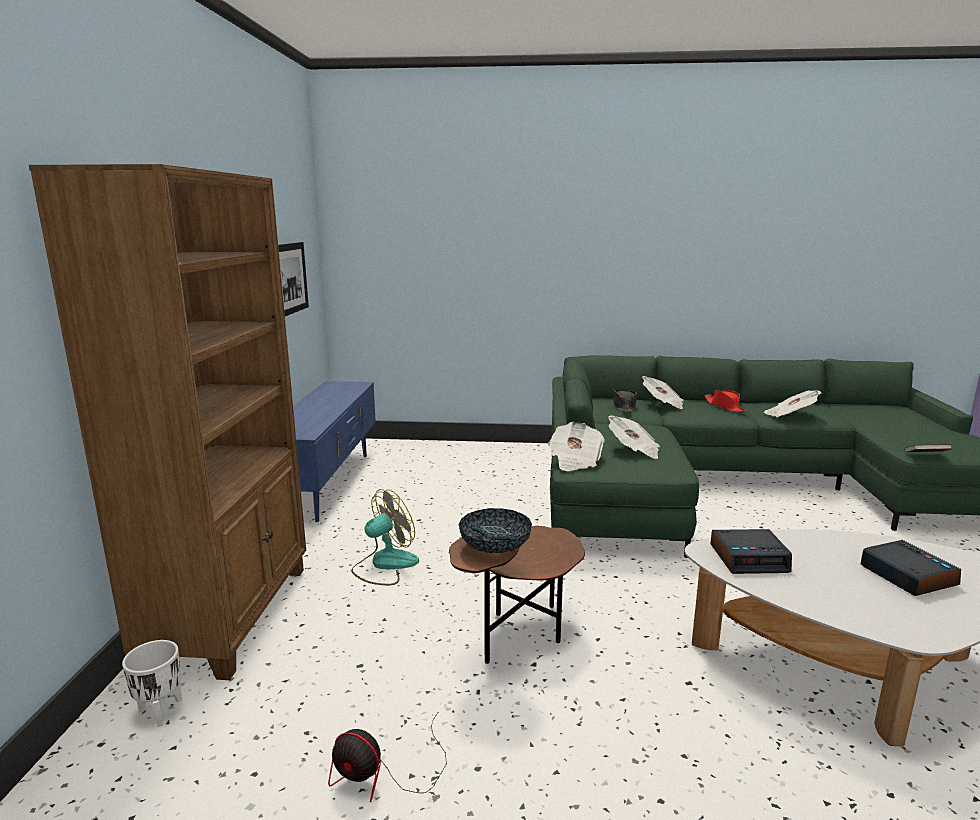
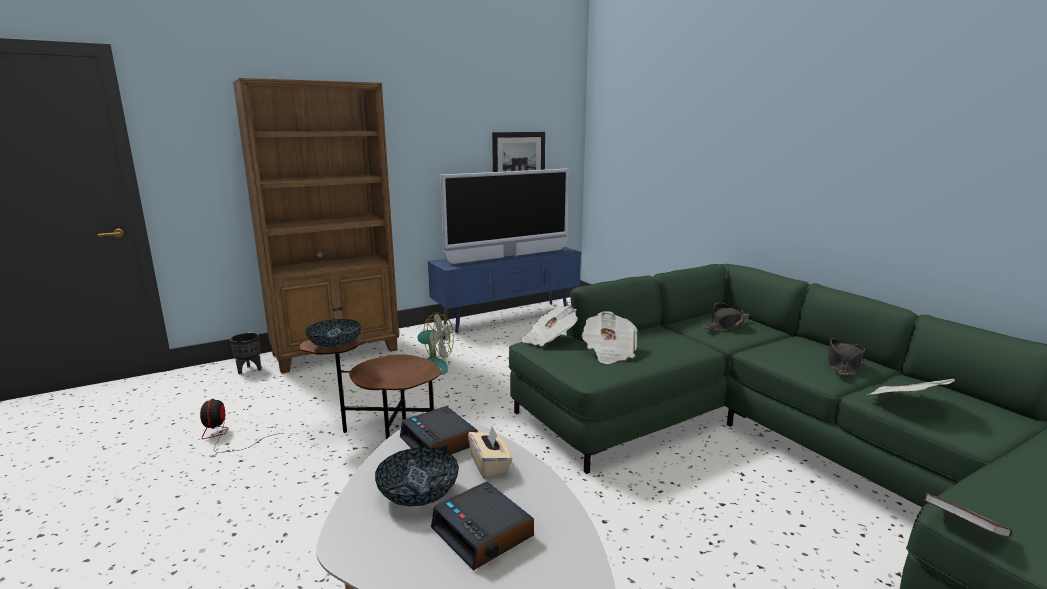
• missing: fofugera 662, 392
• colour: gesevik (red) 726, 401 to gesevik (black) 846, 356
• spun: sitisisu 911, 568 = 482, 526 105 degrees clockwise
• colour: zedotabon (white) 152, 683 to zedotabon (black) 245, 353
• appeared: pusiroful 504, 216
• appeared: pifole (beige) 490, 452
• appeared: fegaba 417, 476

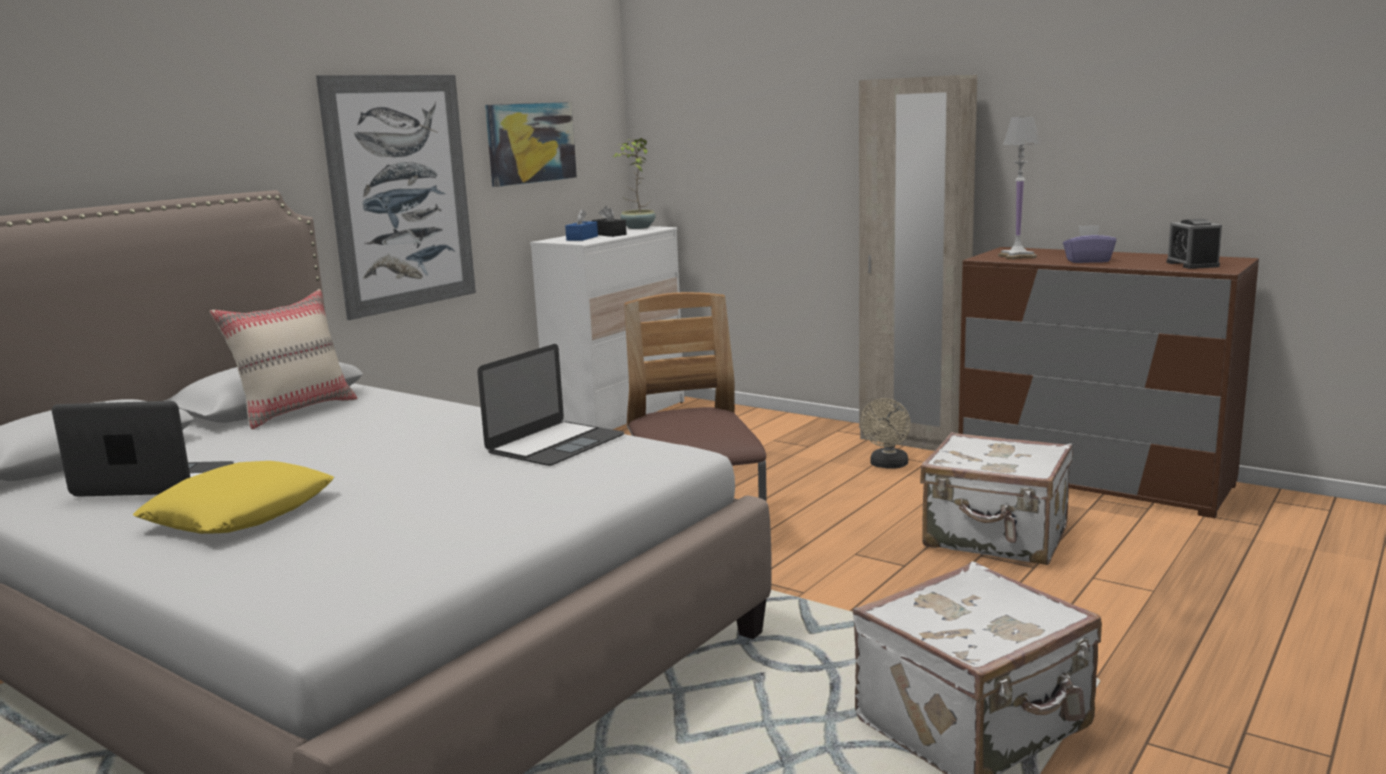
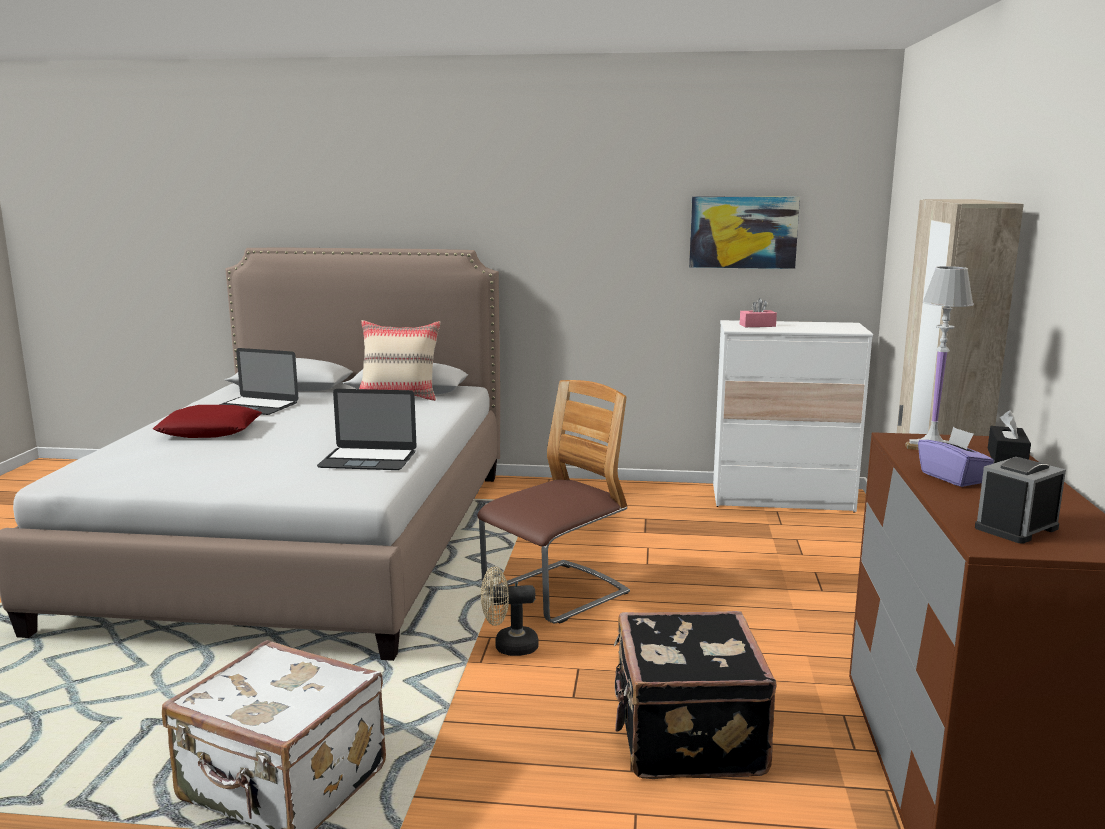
• missing: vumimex 396, 197
• missing: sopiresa 634, 183
• relocated: pifole (black) 609, 221 to 1009, 436
• colour: pifole (blue) 581, 225 to pifole (pink) 758, 312
• relocated: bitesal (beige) 885, 433 to 510, 611
• spun: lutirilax 143, 449 = 258, 381 135 degrees clockwise
• colour: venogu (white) 996, 498 to venogu (black) 695, 695
• colour: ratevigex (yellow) 233, 497 to ratevigex (red) 207, 421

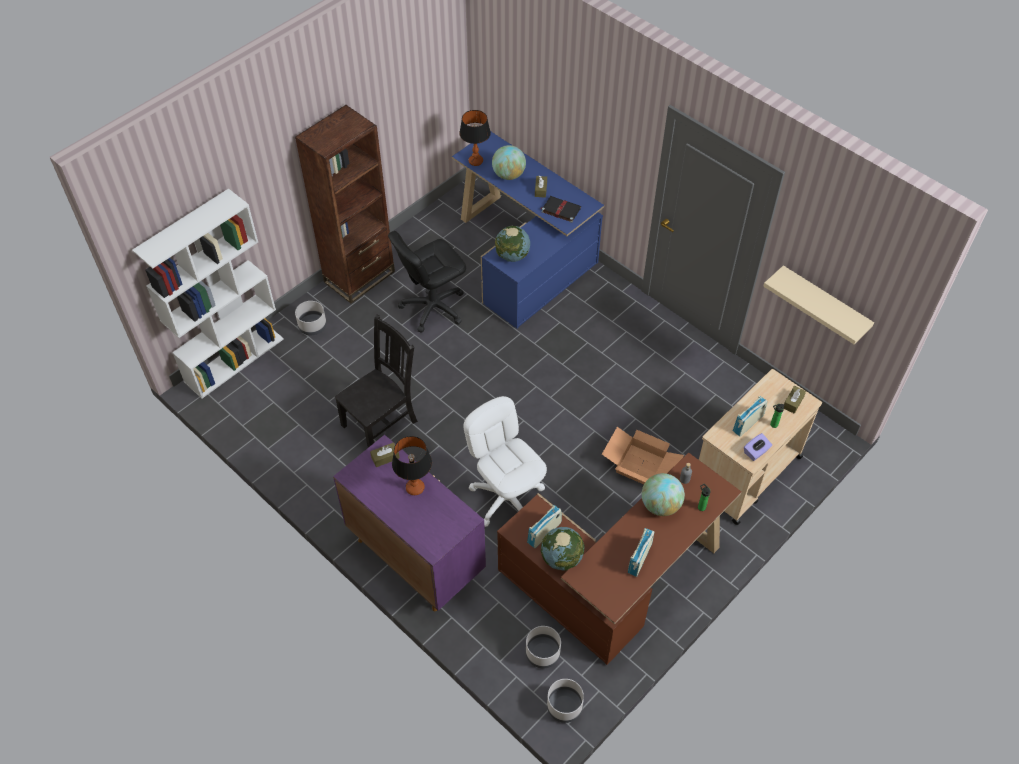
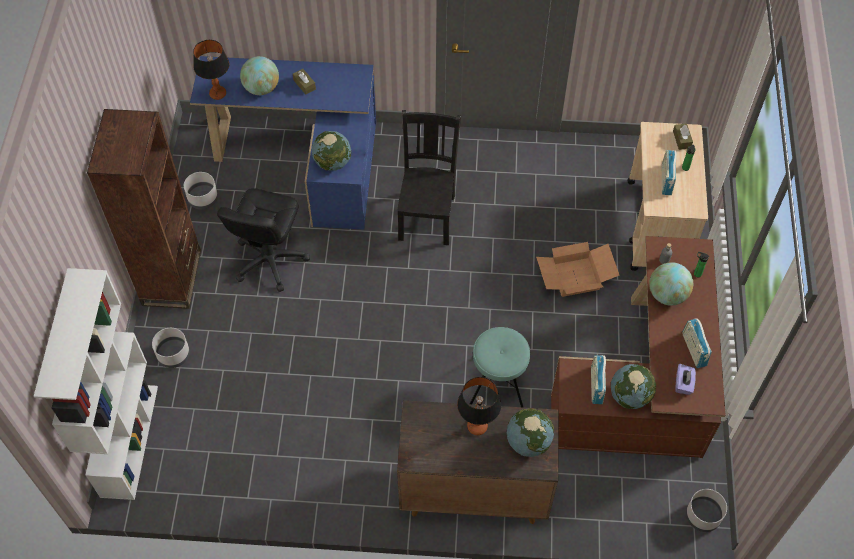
• missing: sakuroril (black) 560, 209
• missing: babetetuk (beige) 818, 305
• relocated: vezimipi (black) 376, 381 to 429, 177
• exchanged: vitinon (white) 505, 461 to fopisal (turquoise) 500, 367
• relocated: pifole (purple) 758, 447 to 686, 379
• colour: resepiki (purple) 409, 523 to resepiki (brown) 478, 462
• missing: pifole (brown) 385, 454
• relocated: zedotabon (grey) 543, 647 to 201, 190
• appeared: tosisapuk 530, 432

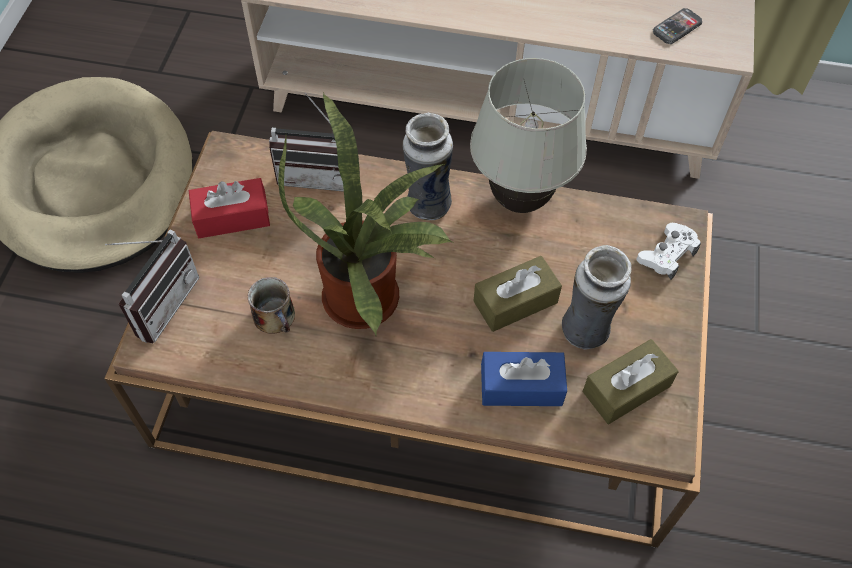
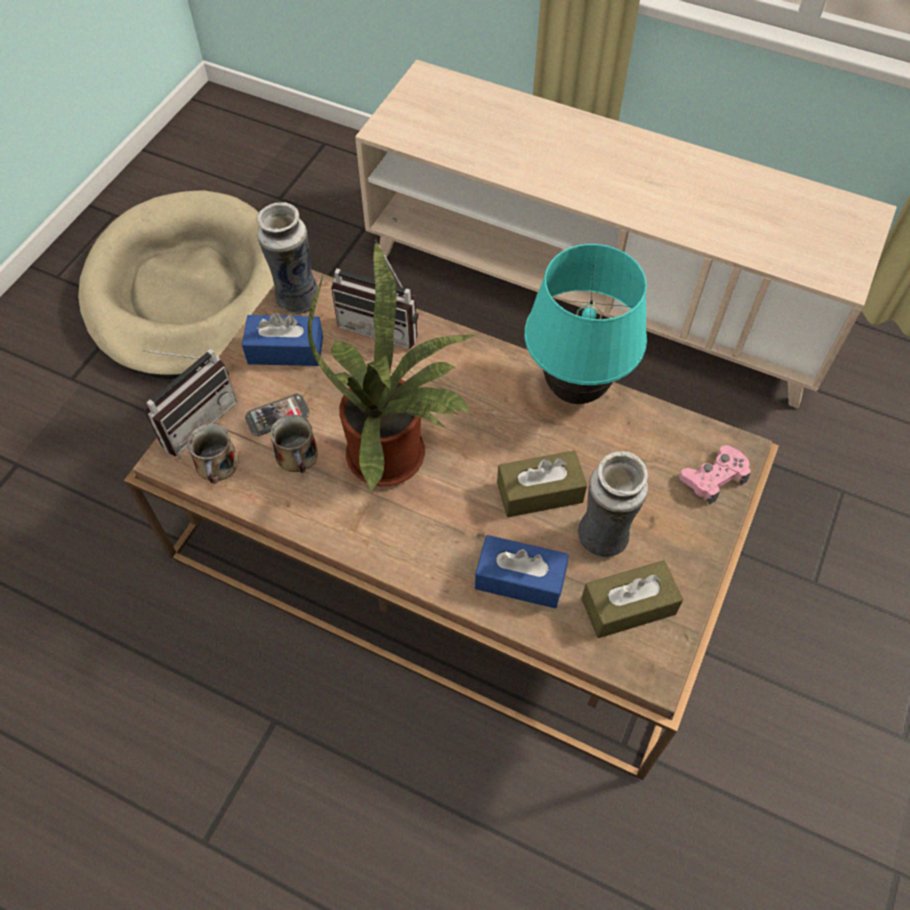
• relocated: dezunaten 677, 26 to 277, 415
• colour: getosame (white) 528, 135 to getosame (turquoise) 585, 324
• relocated: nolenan 427, 166 to 287, 258
• colour: pifole (red) 229, 208 to pifole (blue) 282, 339
• colour: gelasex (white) 669, 251 to gelasex (pink) 715, 475
• appeared: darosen 213, 454

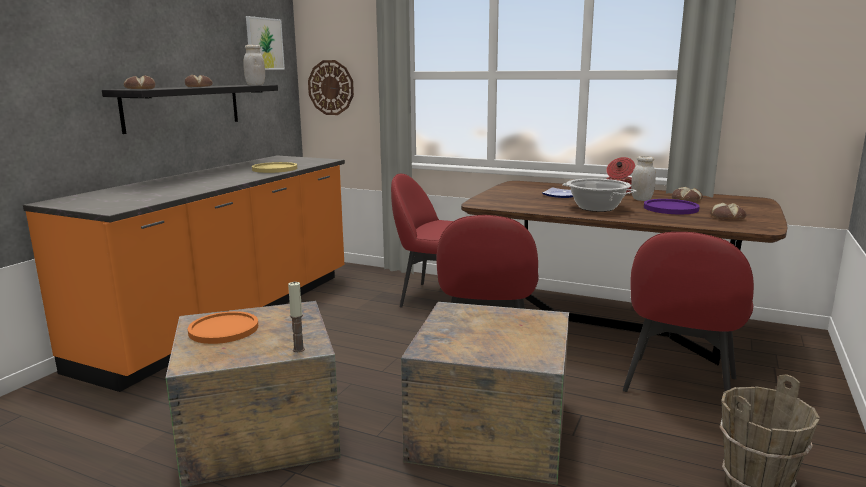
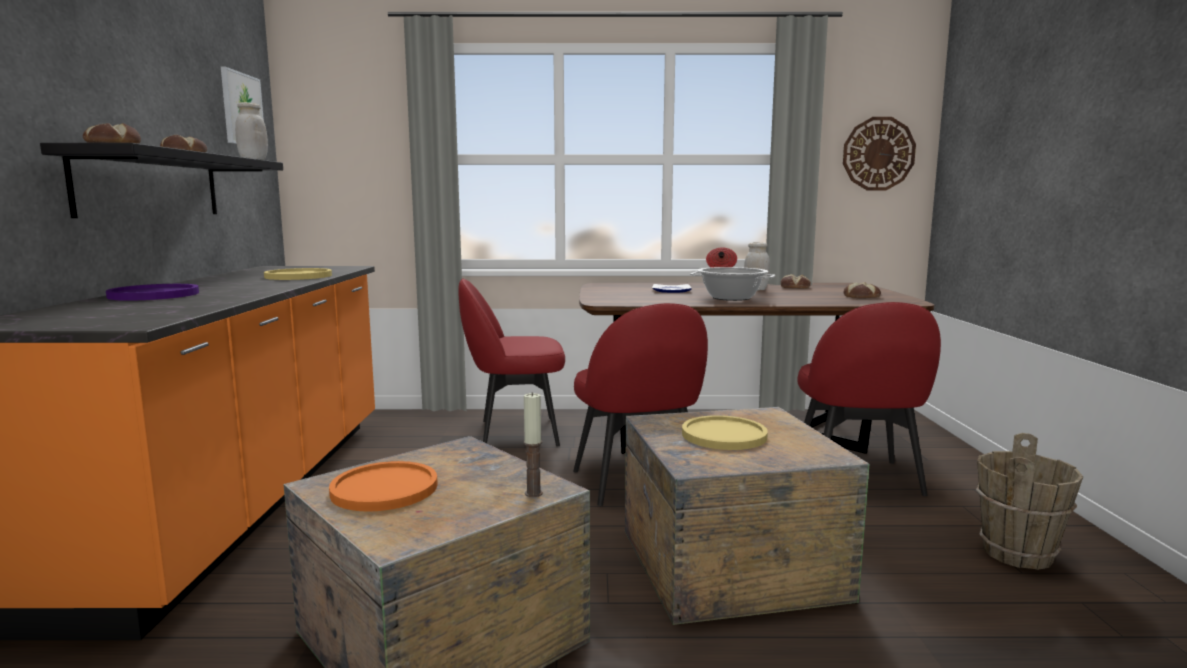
• relocated: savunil 331, 87 to 879, 154
• relocated: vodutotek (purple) 672, 206 to 152, 292
• appeared: vodutotek (yellow) 725, 432

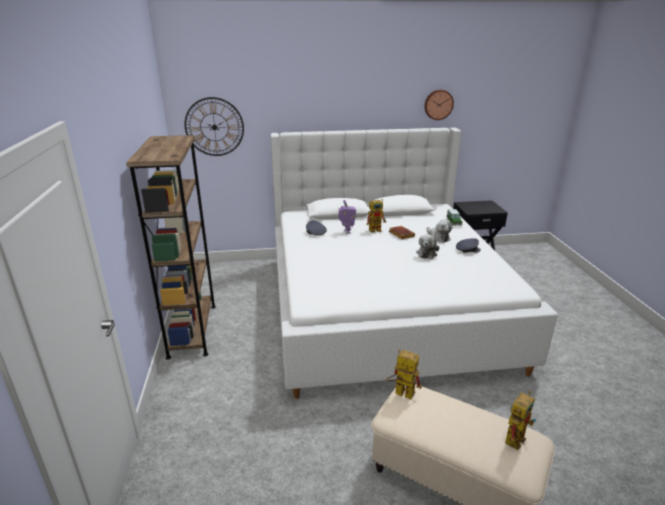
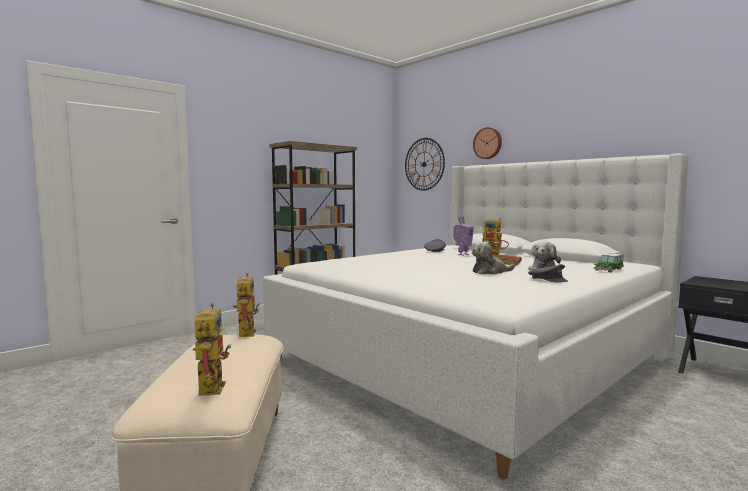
• relocated: savunil 439, 105 to 487, 143
• spun: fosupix 520, 420 = 212, 349 105 degrees counterclockwise

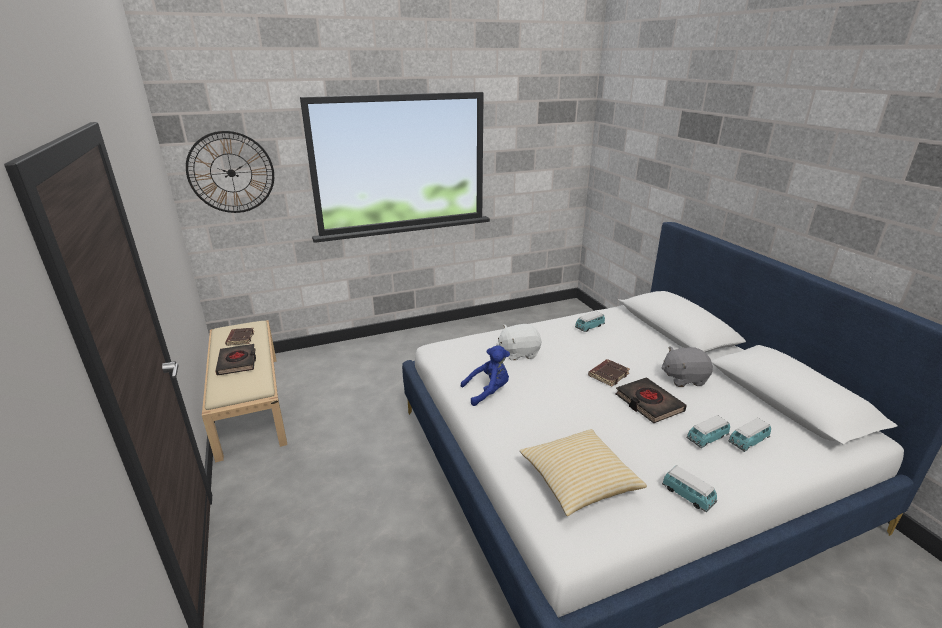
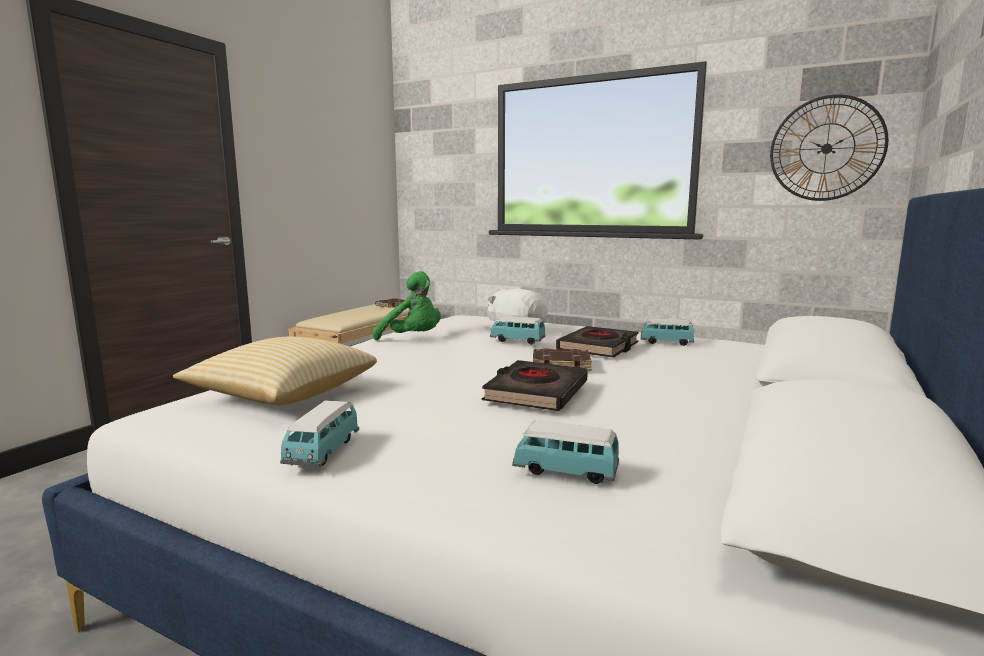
• relocated: savunil 230, 172 to 829, 147
• relocated: sakuroril (black) 235, 359 to 597, 342
• colour: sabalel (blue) 485, 375 to sabalel (green) 407, 305
• missing: sabalel (grey) 687, 366
• relocated: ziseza 708, 431 to 518, 330

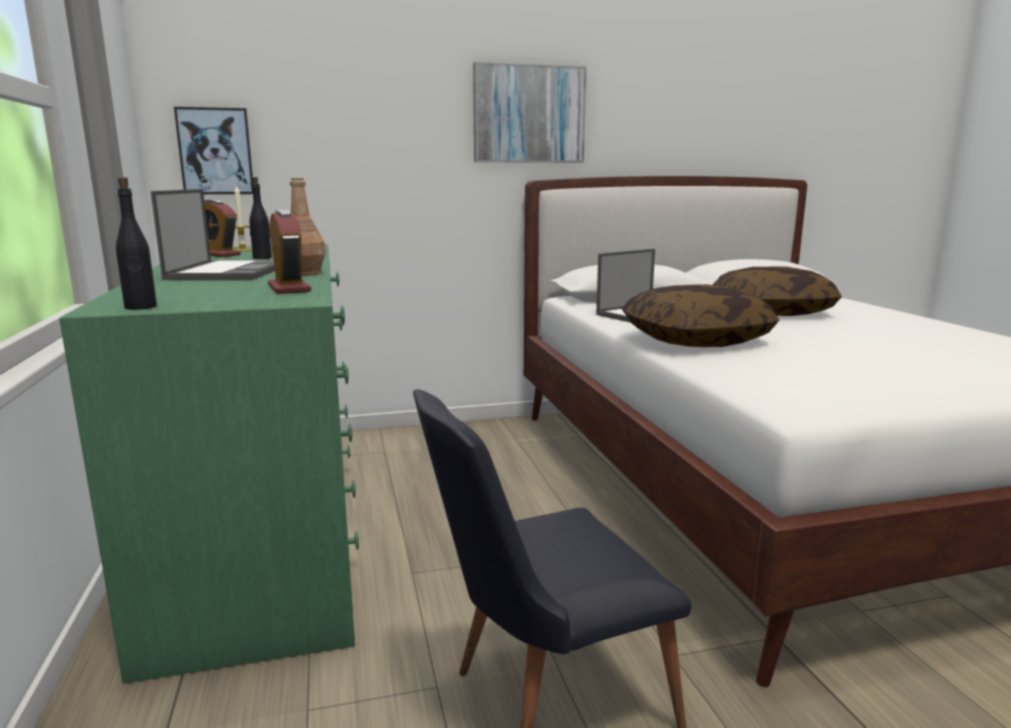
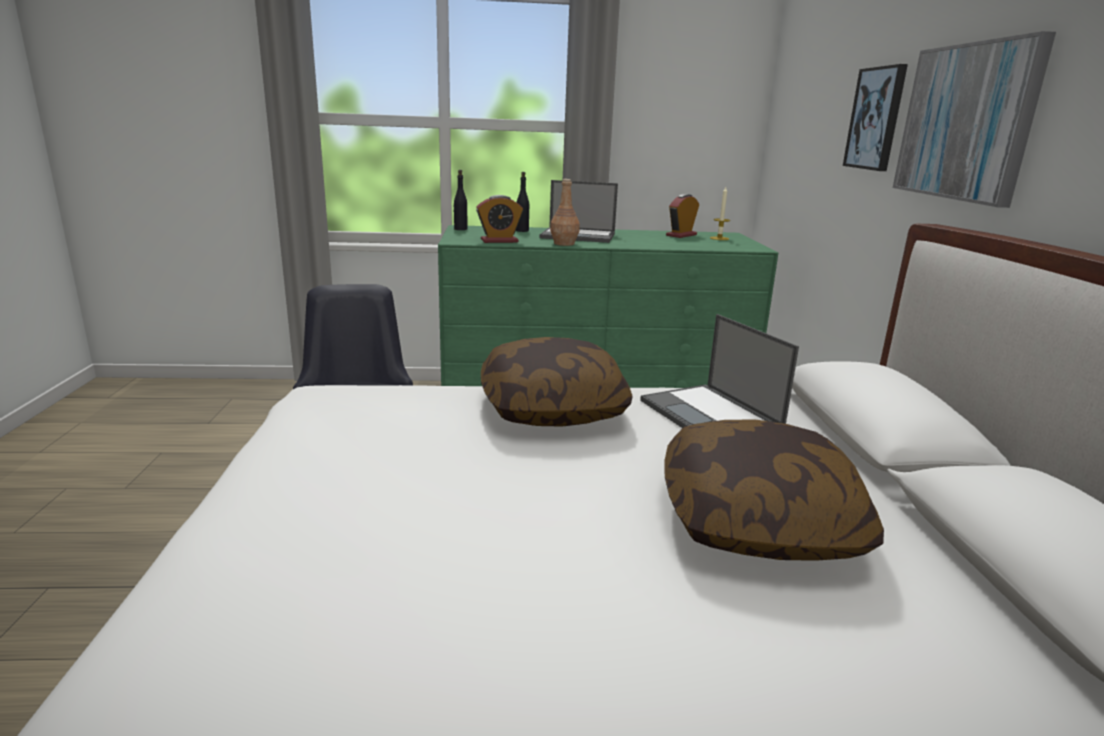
• relocated: vumimex 213, 150 to 875, 117
• relocated: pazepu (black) 260, 218 to 522, 202

